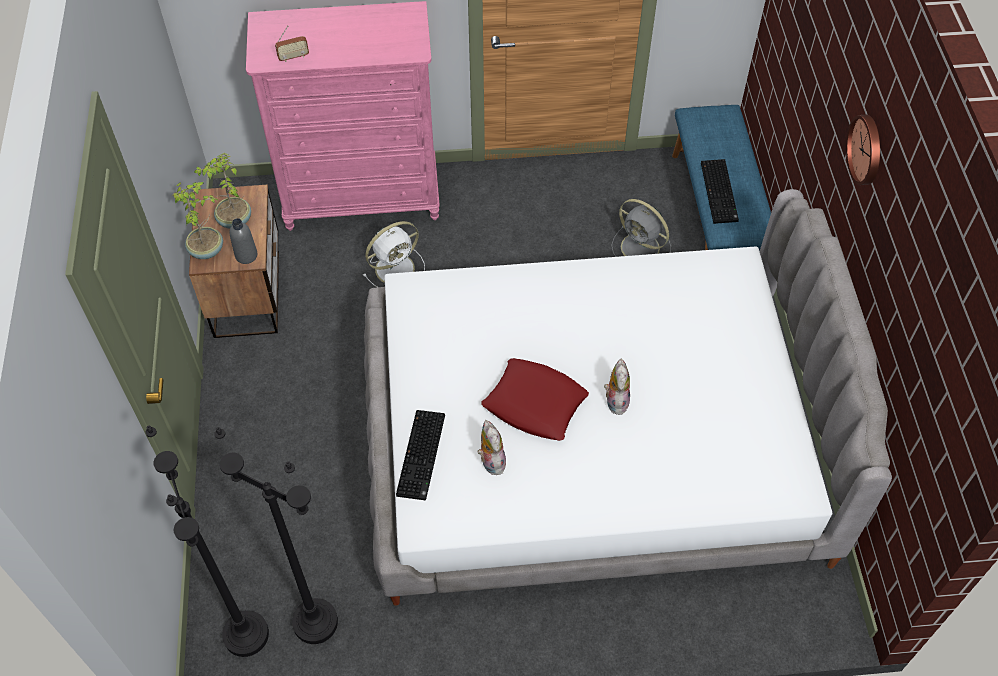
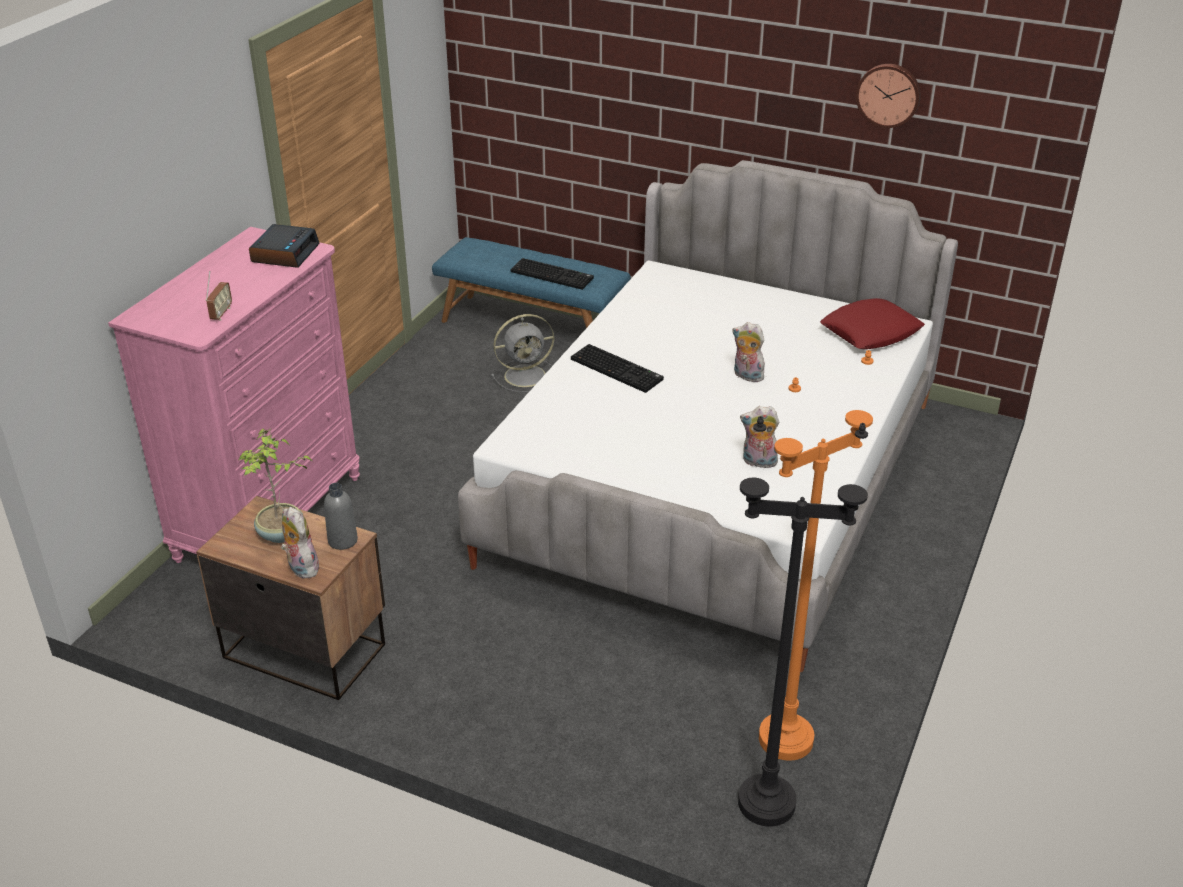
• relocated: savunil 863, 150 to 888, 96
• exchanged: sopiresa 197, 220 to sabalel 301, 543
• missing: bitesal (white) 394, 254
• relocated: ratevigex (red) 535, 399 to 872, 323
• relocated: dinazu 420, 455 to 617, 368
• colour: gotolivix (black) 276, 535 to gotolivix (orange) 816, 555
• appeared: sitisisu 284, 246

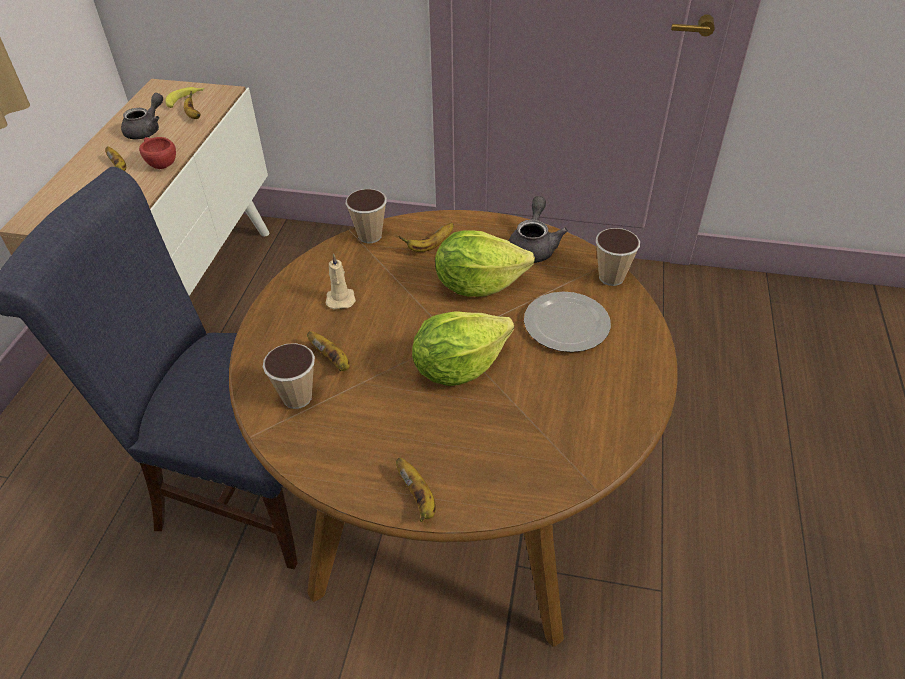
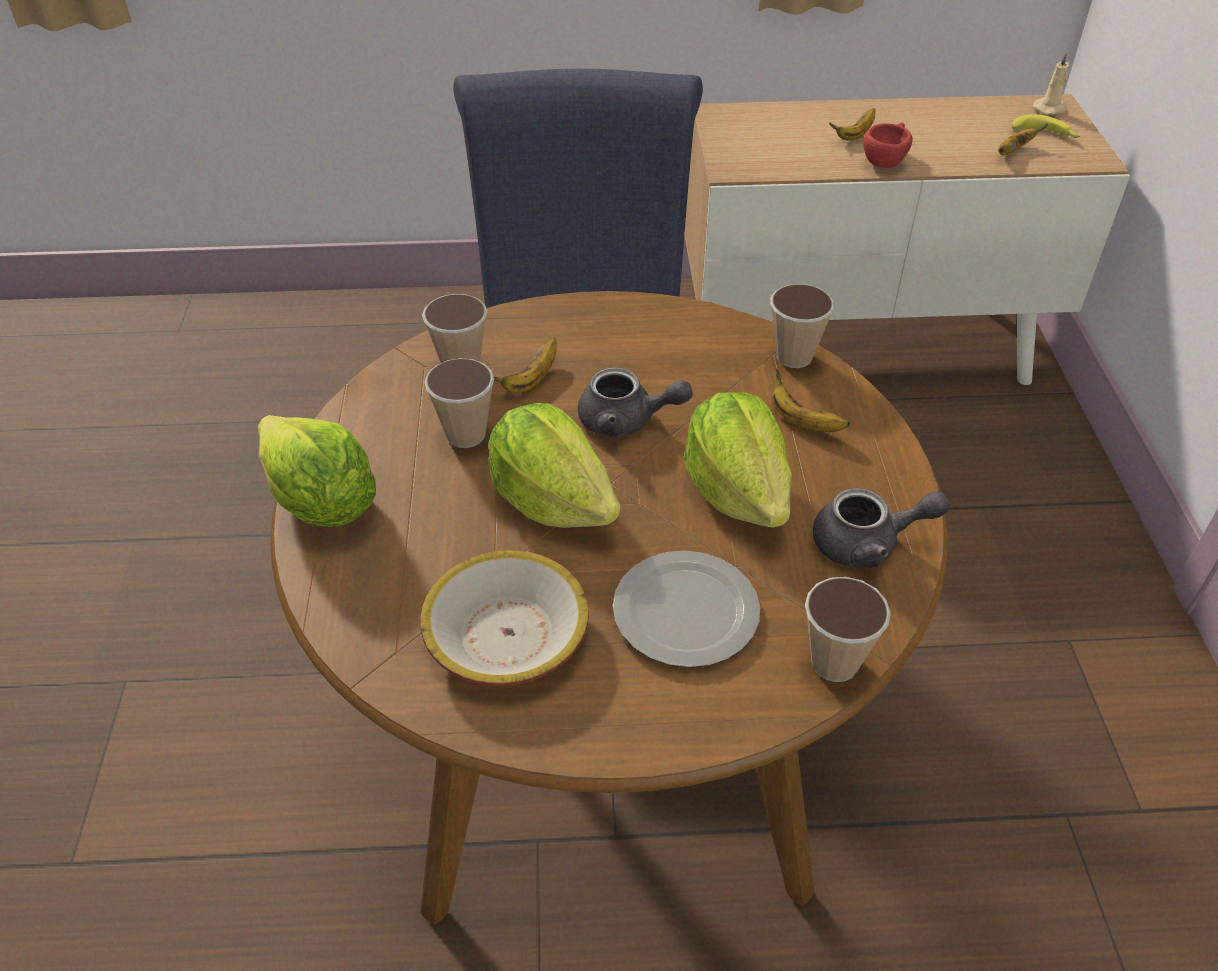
• relocated: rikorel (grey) 142, 116 to 635, 402
• relocated: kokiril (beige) 340, 281 to 1051, 83
• exchanged: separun 416, 490 to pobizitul 317, 471
• appeared: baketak 459, 403
• appeared: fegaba 504, 618

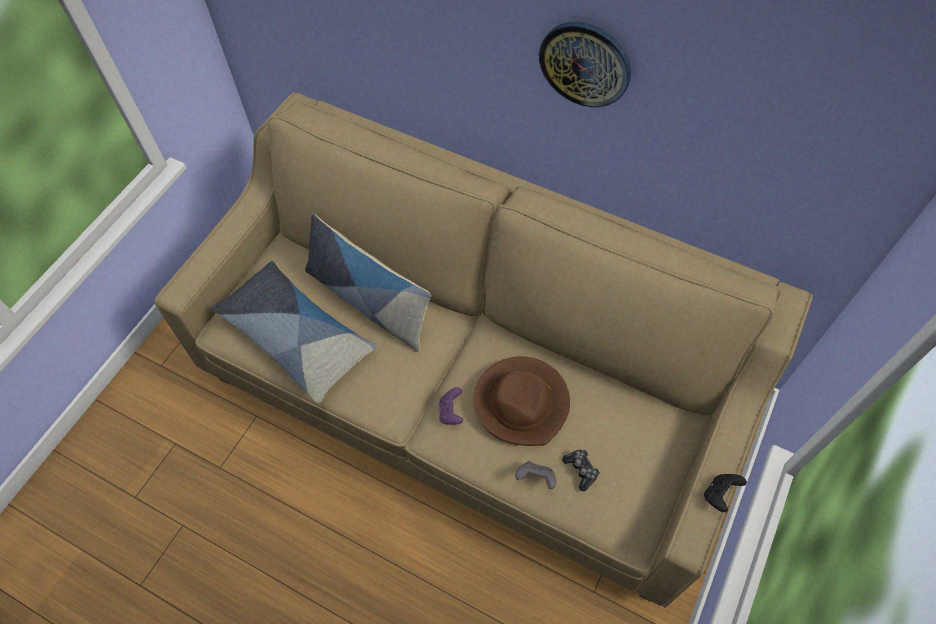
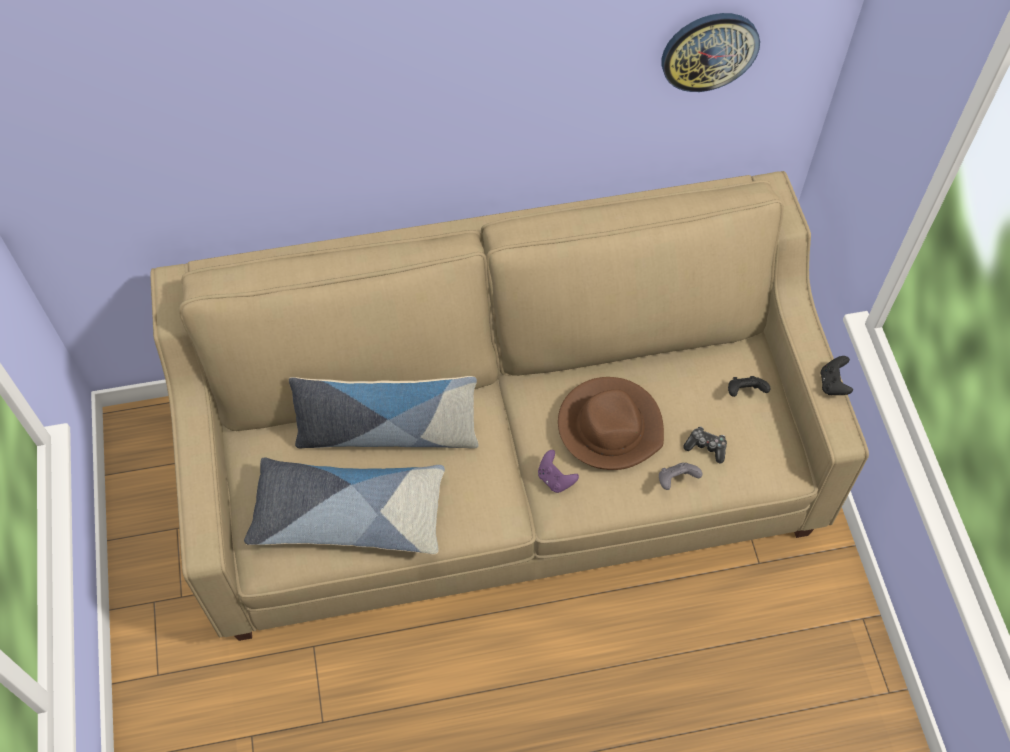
• relocated: savunil 585, 64 to 710, 52
• appeared: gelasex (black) 749, 386

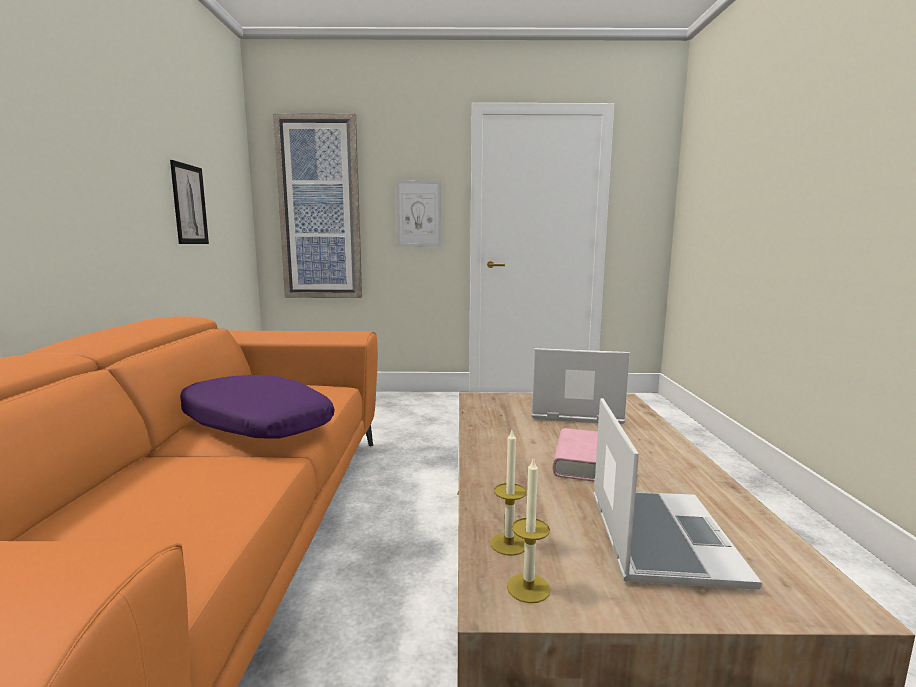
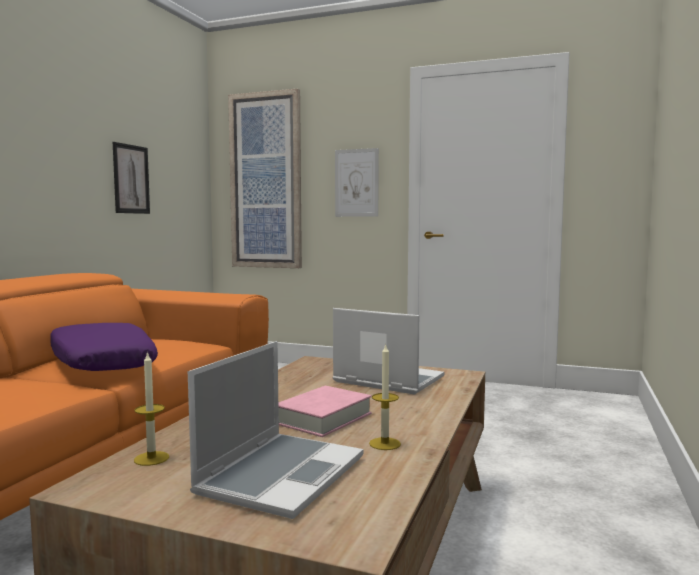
• relocated: kokiril 529, 530 to 385, 396

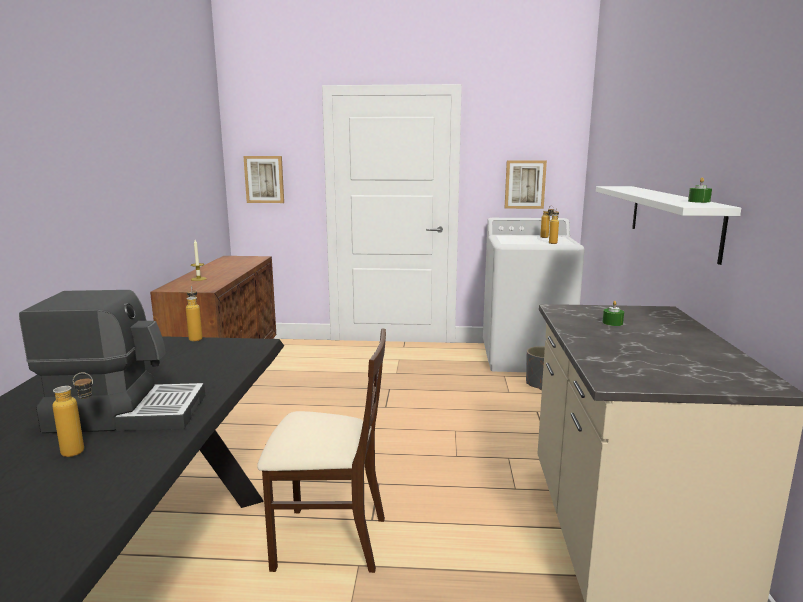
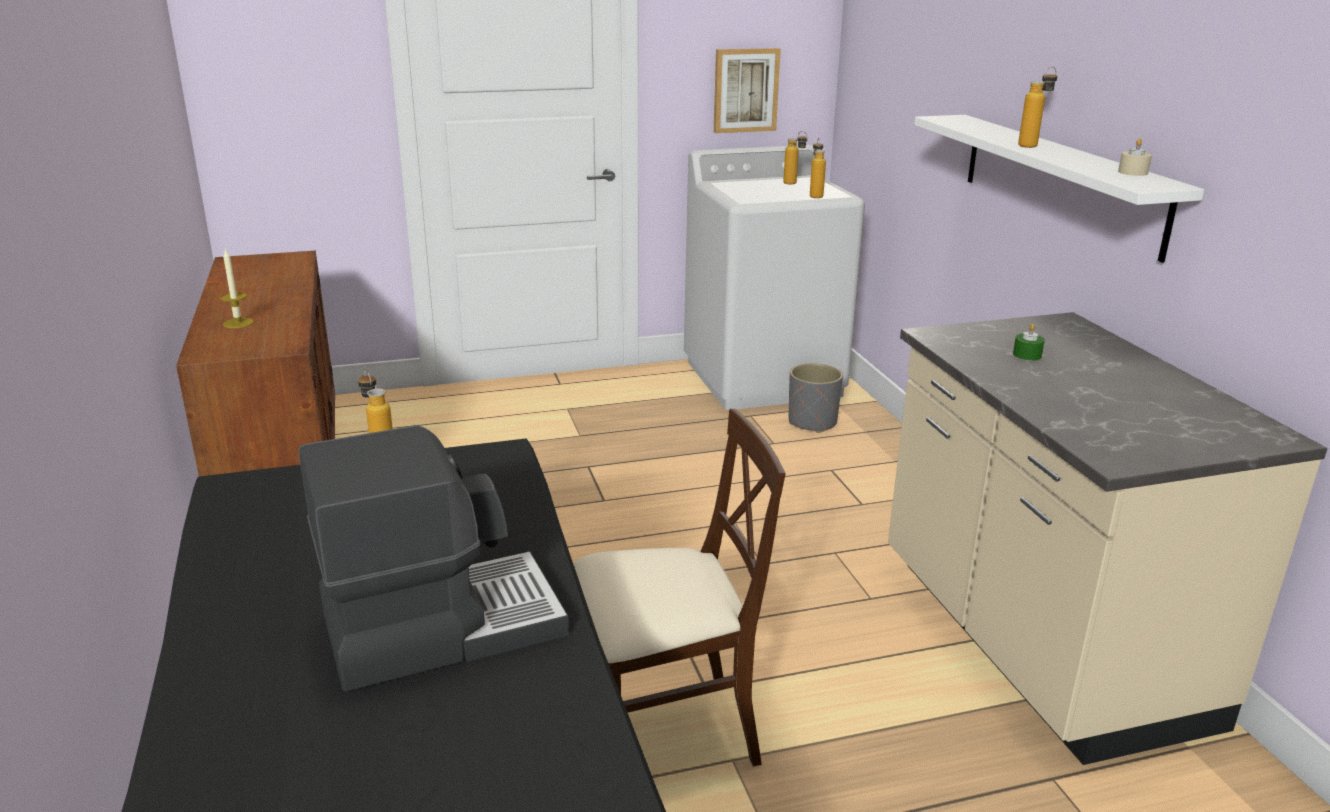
• missing: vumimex 263, 179
• colour: kokiril (green) 700, 190 to kokiril (beige) 1135, 157
• relocated: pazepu 72, 414 to 1037, 107

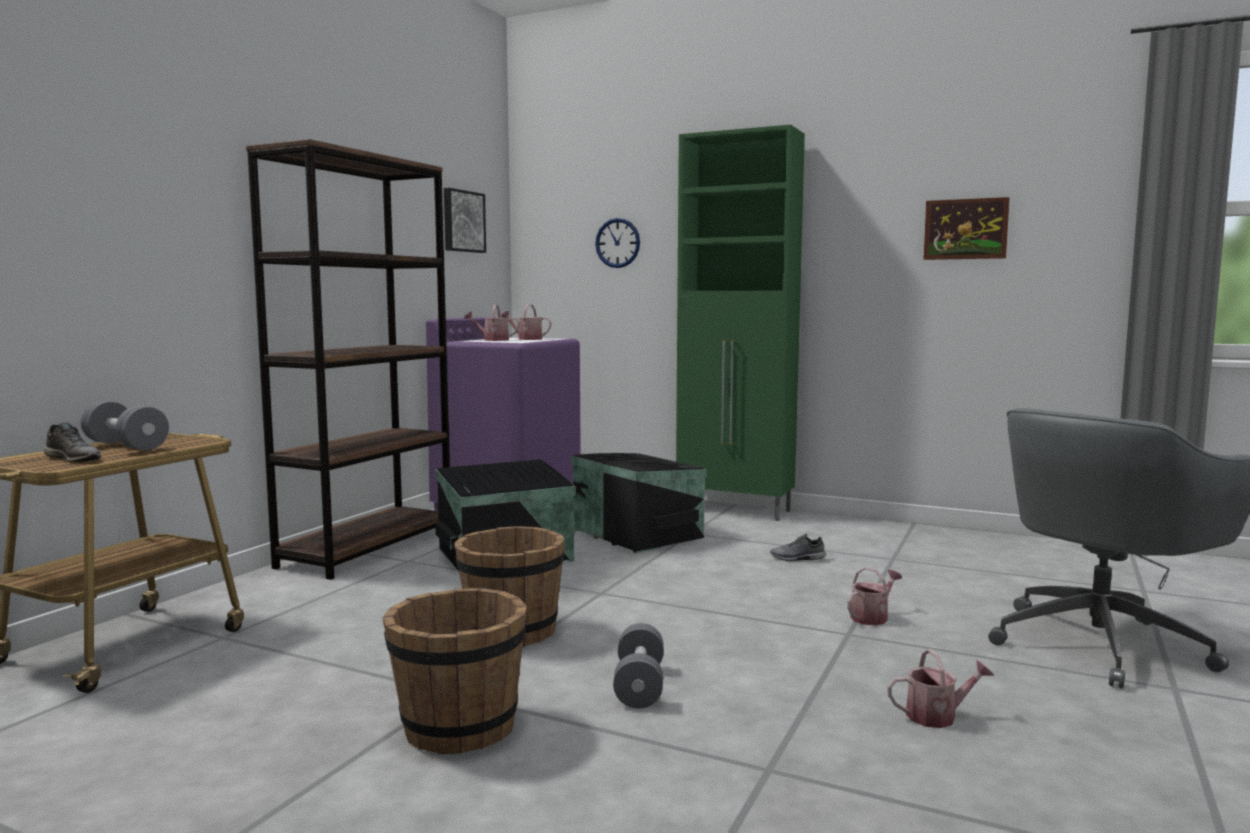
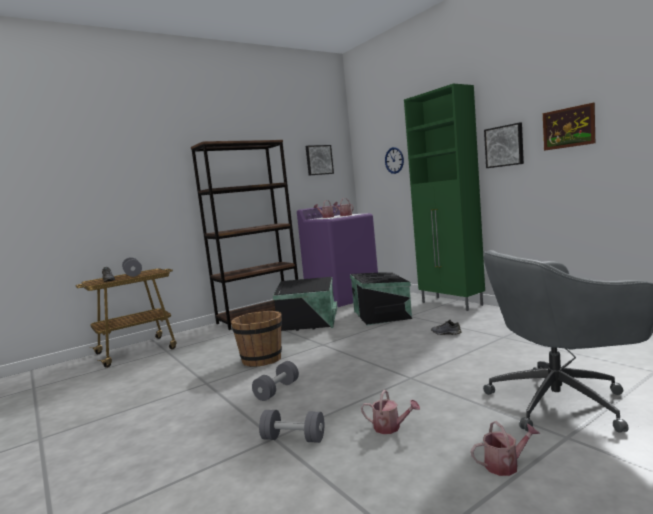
• relocated: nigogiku 874, 596 to 505, 448
• missing: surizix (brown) 454, 671
• appeared: vumimex 504, 145
• appeared: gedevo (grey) 291, 426

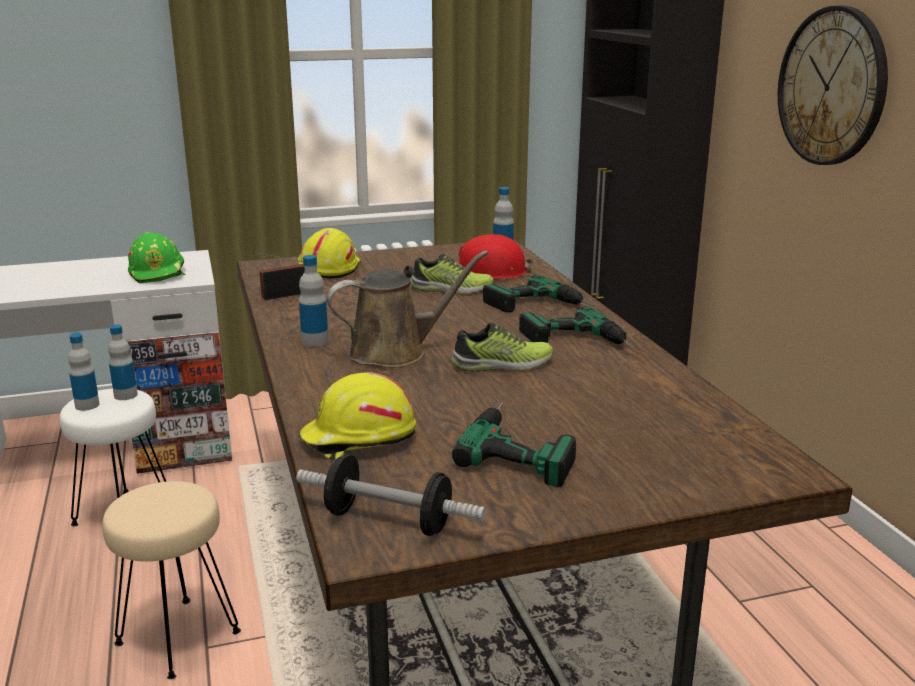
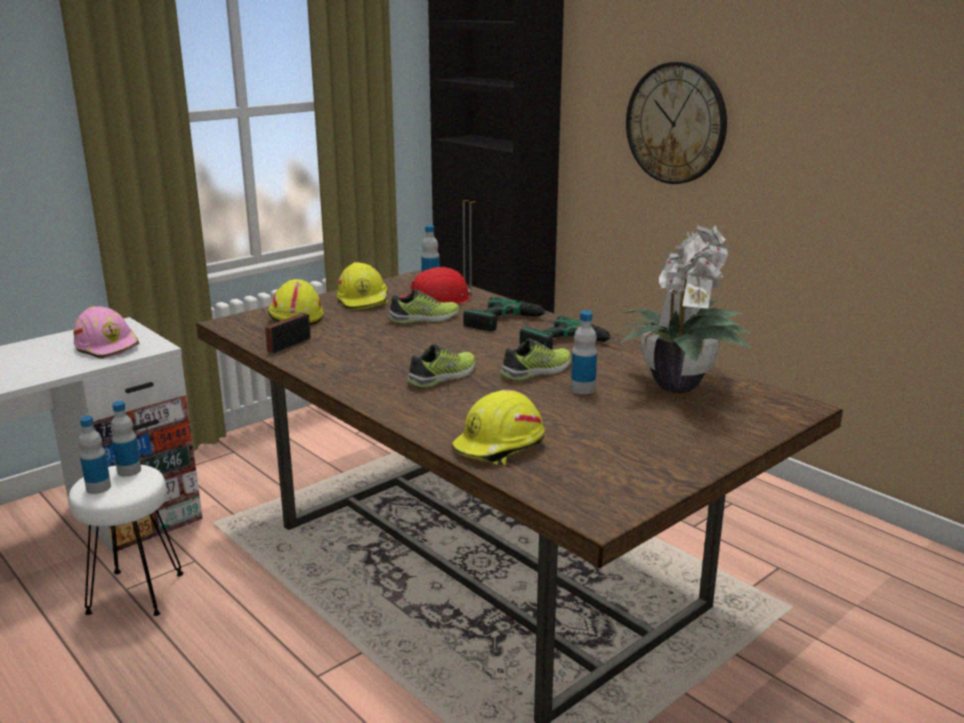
• colour: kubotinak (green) 156, 257 to kubotinak (pink) 107, 332
• exchanged: nigogiku (brown) 407, 309 to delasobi 441, 366
• relocated: pazepu 314, 301 to 584, 352
• missing: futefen 514, 444
• missing: gedevo 391, 495
• missing: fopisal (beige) 171, 580
• appeared: sopiresa 685, 309
• appeared: kubotinak (yellow) 363, 286

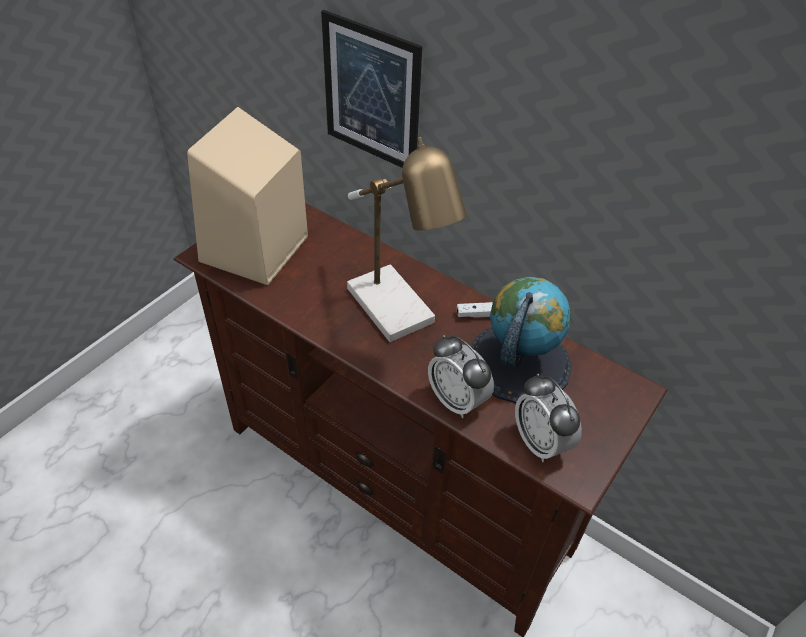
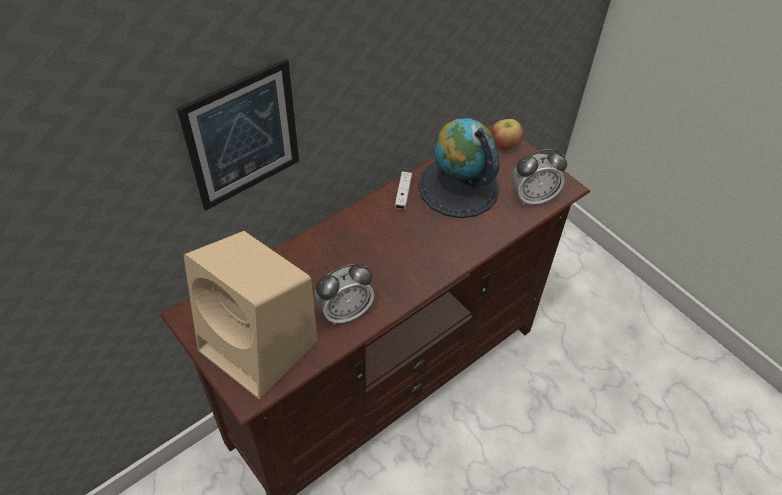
• missing: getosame 407, 239
• relocated: sitisisu 461, 376 to 344, 294
• appeared: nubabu 507, 134

